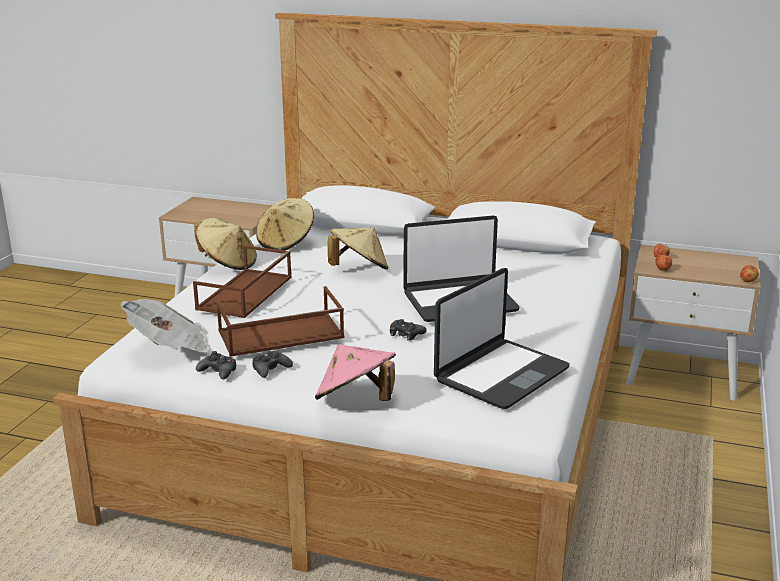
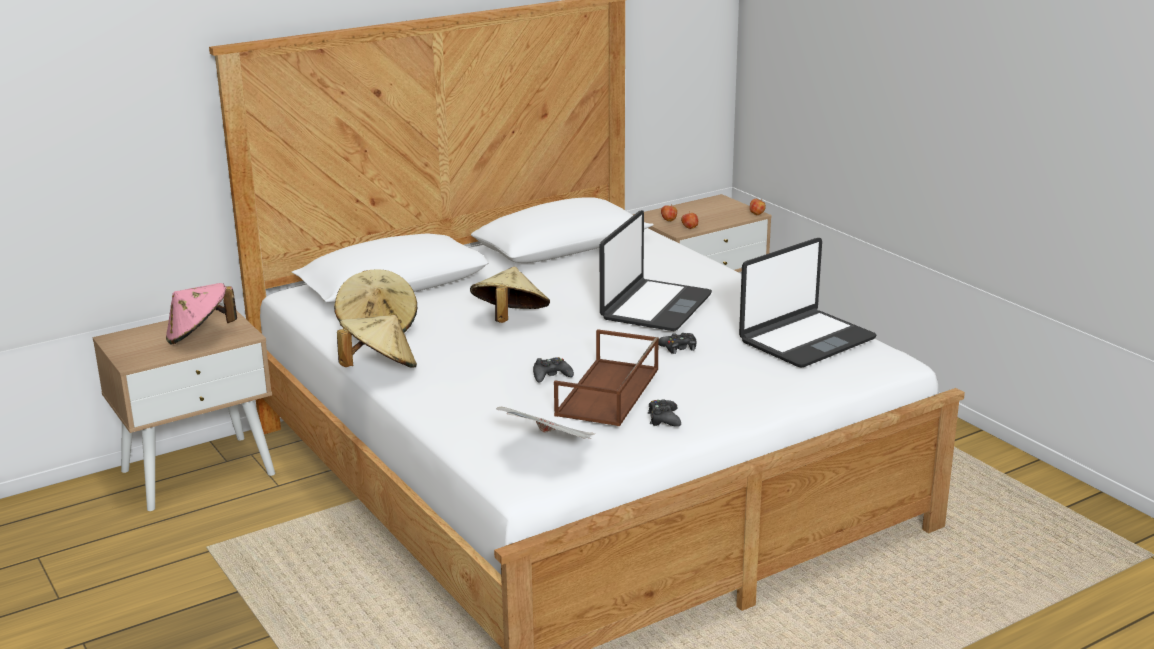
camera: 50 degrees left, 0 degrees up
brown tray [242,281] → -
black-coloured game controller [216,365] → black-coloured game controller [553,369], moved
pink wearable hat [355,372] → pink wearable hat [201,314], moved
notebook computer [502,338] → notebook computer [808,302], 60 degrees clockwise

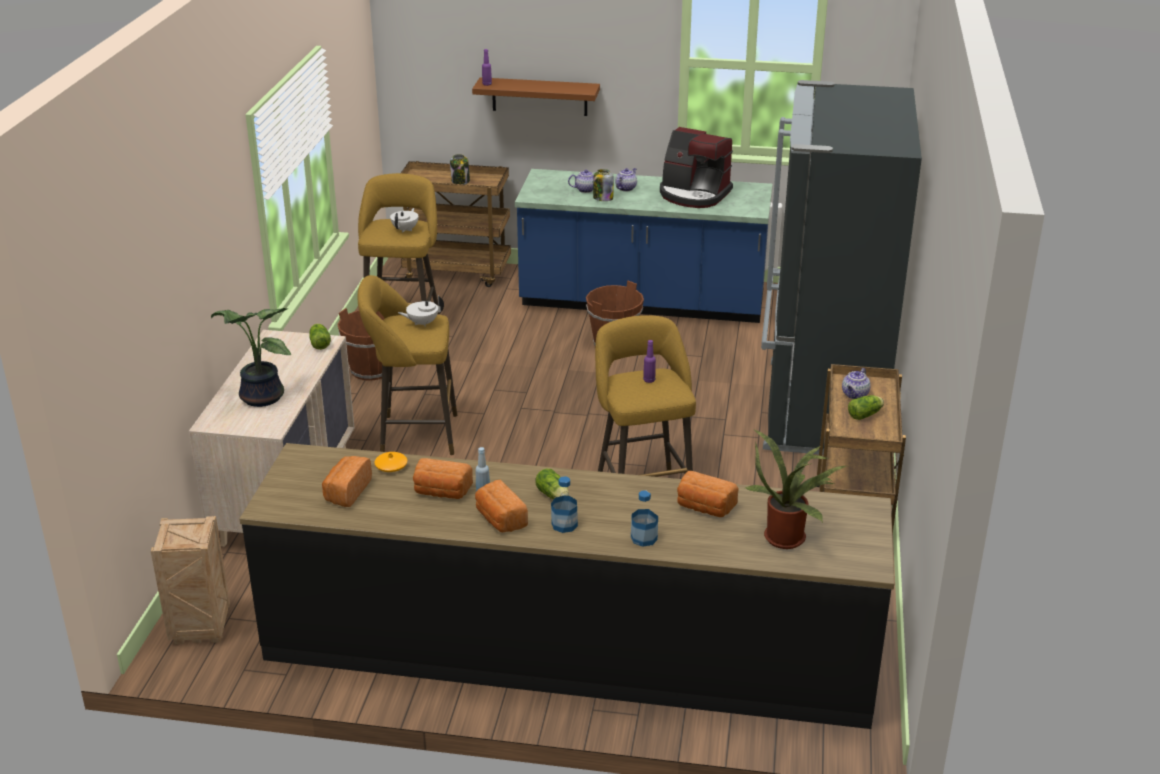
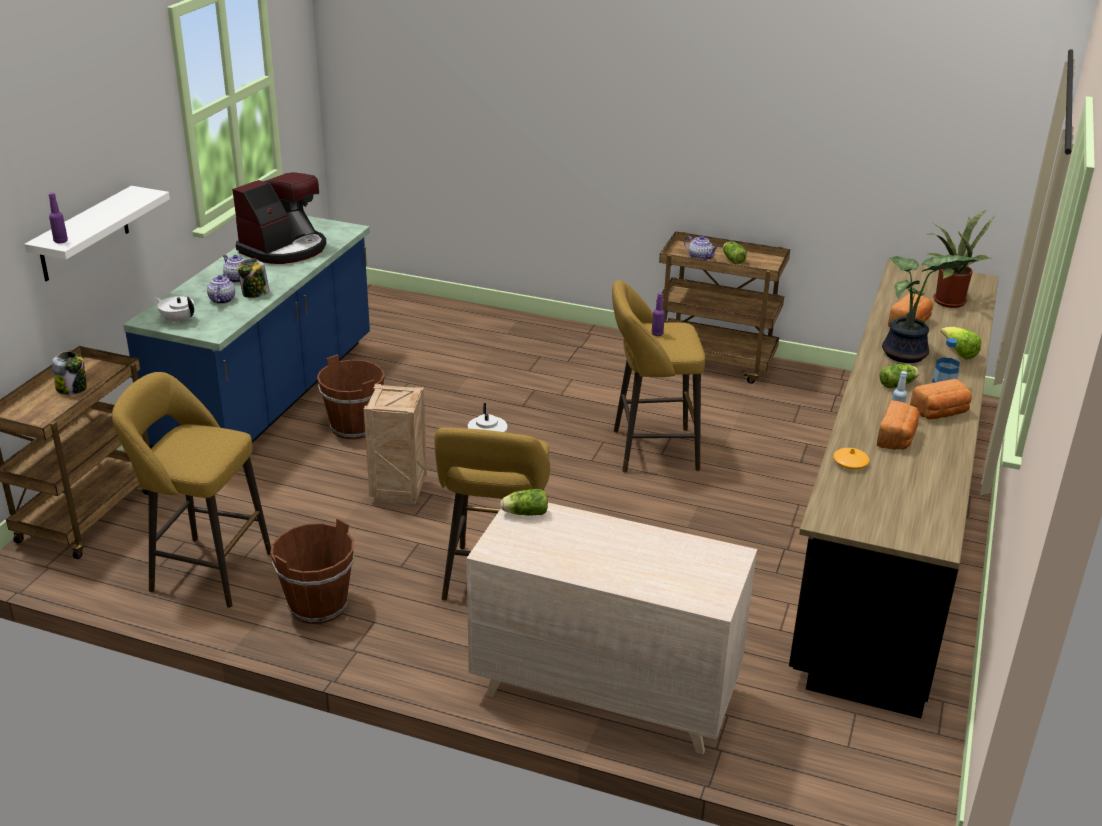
camera: 80 degrees left, 0 degrees up
packing crate [190,580] → packing crate [395,444], moved
potted plant [251,357] → potted plant [931,309], moved
bread [347,481] → -
white-coloured teapot [404,220] → white-coloured teapot [175,310], moved
brown bracket shelf [536,96] → white-coloured bracket shelf [97,233]
beverage bottle [644,519] → lettuce [961,343]
black-coloured refrigerator [841,267] → -

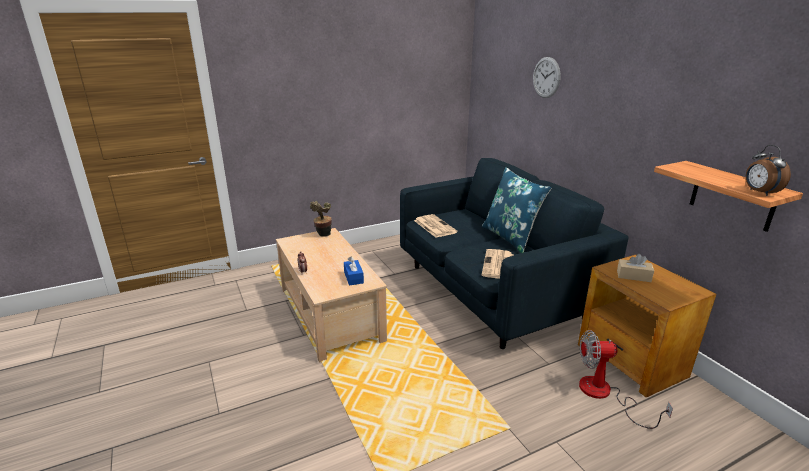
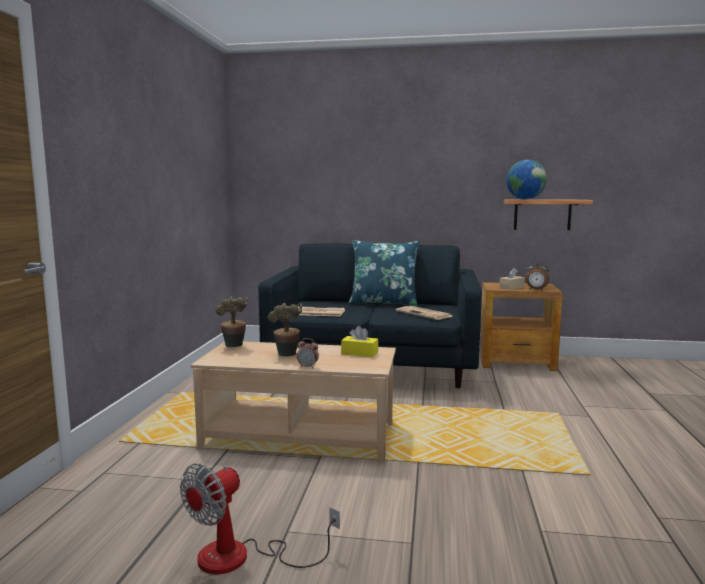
camera: 55 degrees left, 15 degrees down
blue-coloured tissue holder [354,271] → yellow tissue holder [359,341]
hanging clock [547,77] → -
electric fan [626,379] → electric fan [260,518], moved
table clock [768,170] → table clock [538,275], moved
- → potted plant [285,329]
- → globe [526,179]

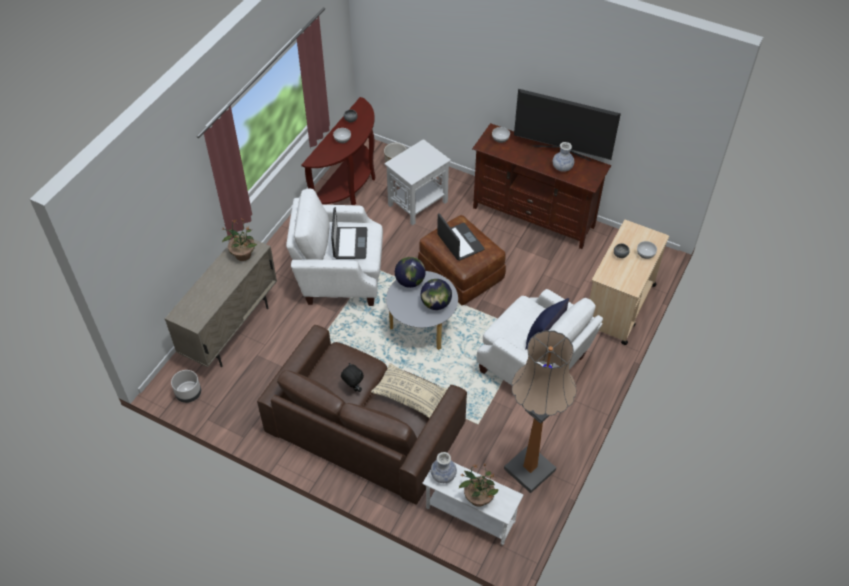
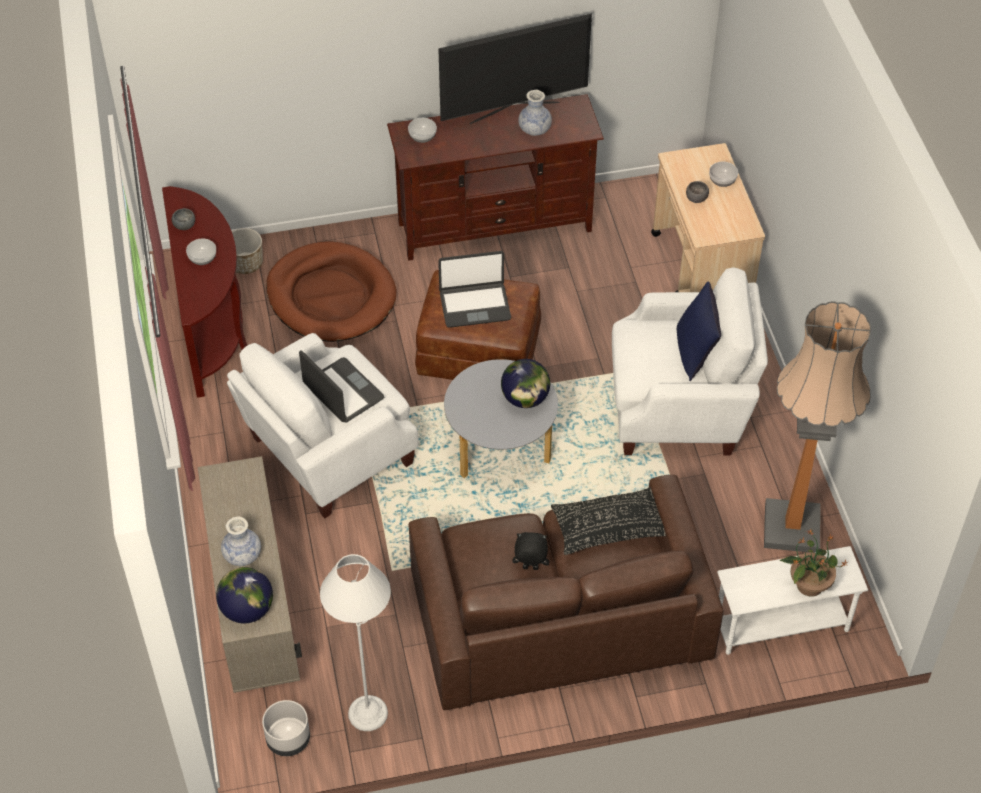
camera: 40 degrees left, 0 degrees up
potted plant [239,240] → -
beige-coloured throw pillow [409,390] → black-coloured throw pillow [608,521]
white-coloured side table [417,182] → brown dog bed [331,291]
globe [410,272] → globe [244,595], moved
vase [444,467] → vase [241,541], moved
notebook computer [460,237] → notebook computer [474,289], 150 degrees clockwise
- → grey standard lamp [355,642]

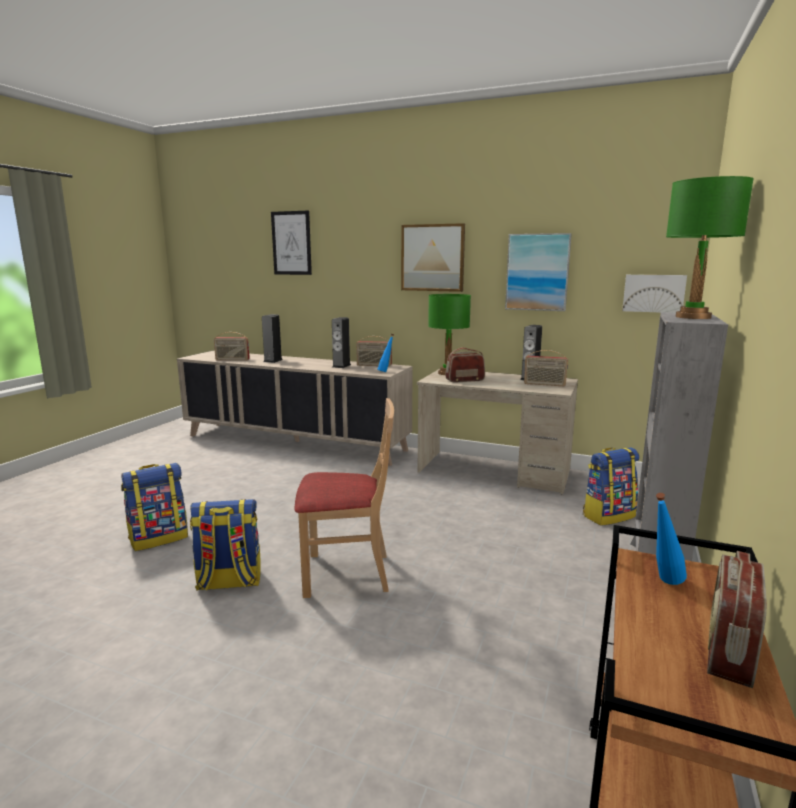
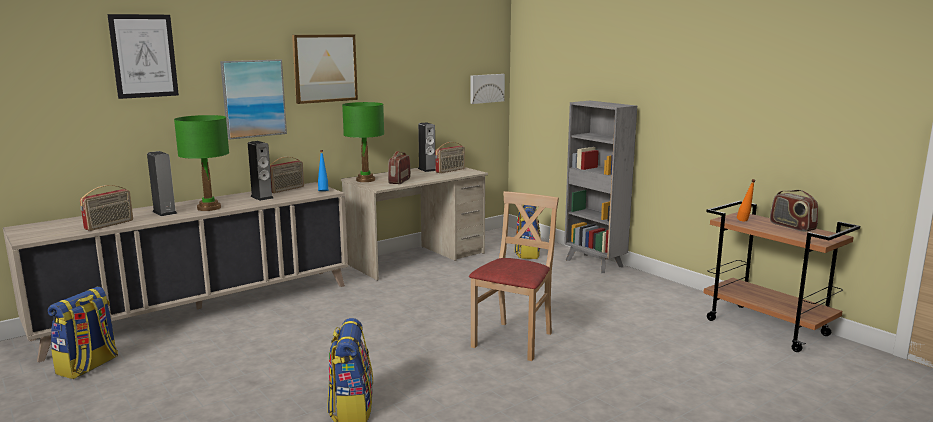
camera: 60 degrees left, 0 degrees up
knapsack [225,545] → knapsack [83,333], moved
picture [538,272] → picture [253,99], moved
blue-coloured beverage bottle [671,539] → orange beverage bottle [746,200]
green tabletop lamp [710,247] → green tabletop lamp [201,163], moved

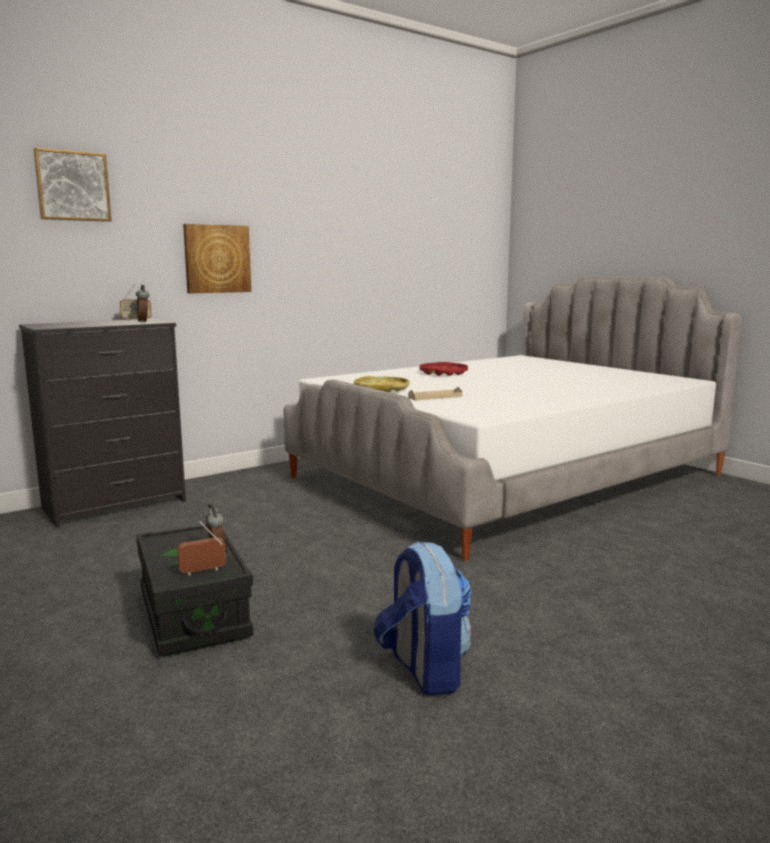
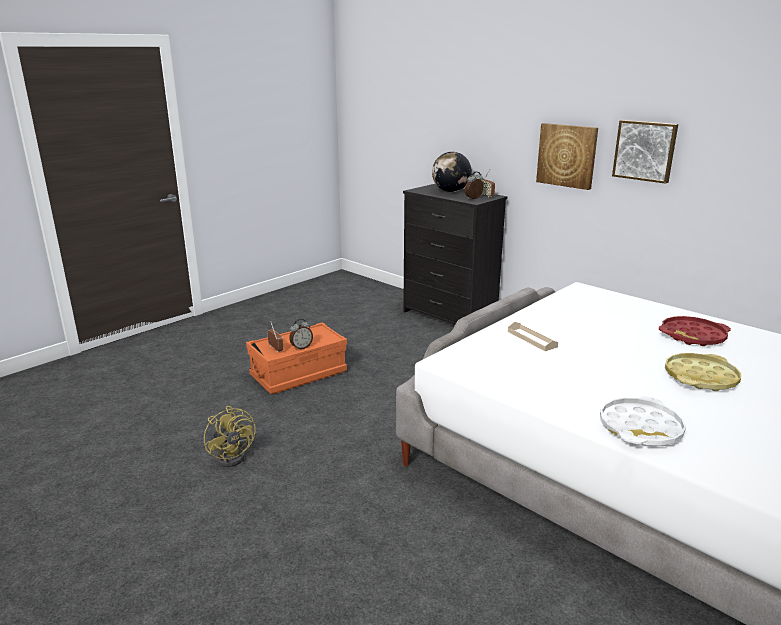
camera: 80 degrees right, 10 degrees up
picture [72,185] → picture [645,152], moved
black-coloured storage container [194,590] → orange storage container [296,358]
yellow tray [382,384] → yellow tray [703,372], moved
knapsack [423,618] → yellow electric fan [230,436]
- → globe [452,172]
- → white-coloured tray [643,421]

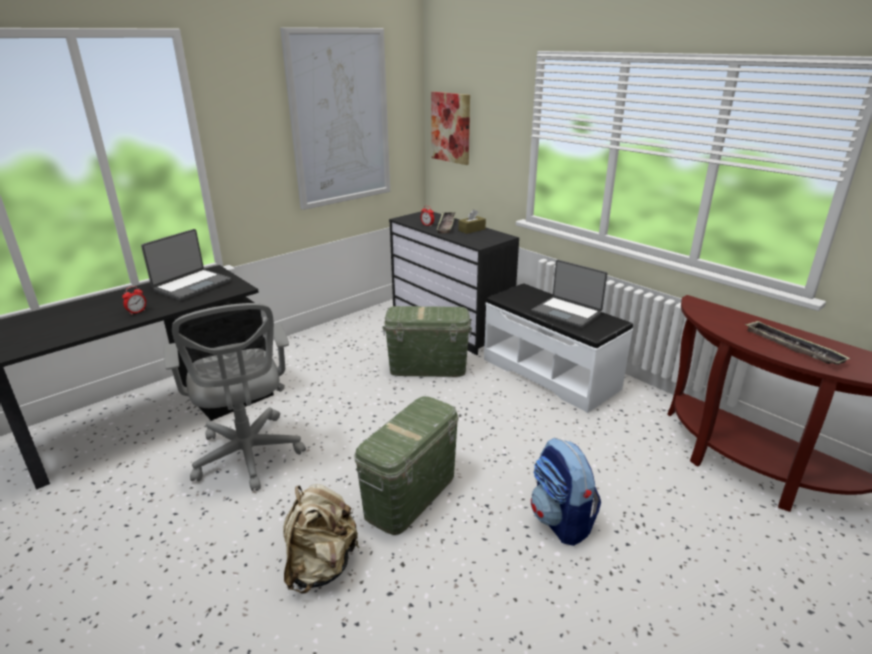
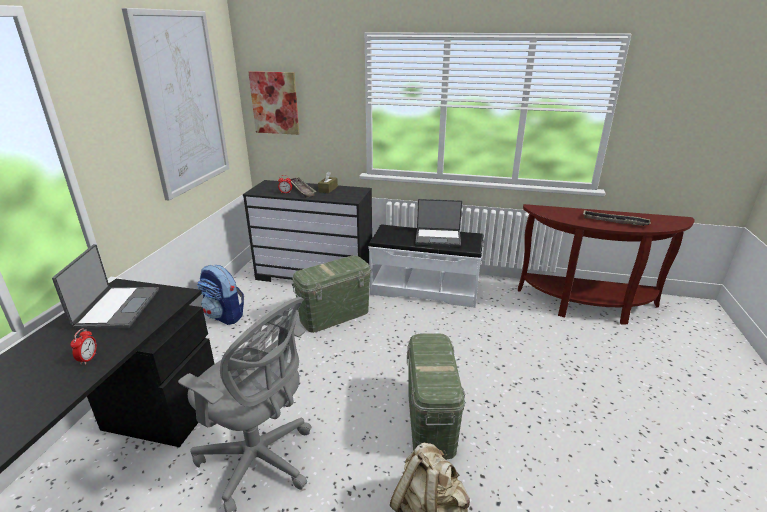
camera: 35 degrees left, 0 degrees up
knapsack [566,492] → knapsack [220,295], moved

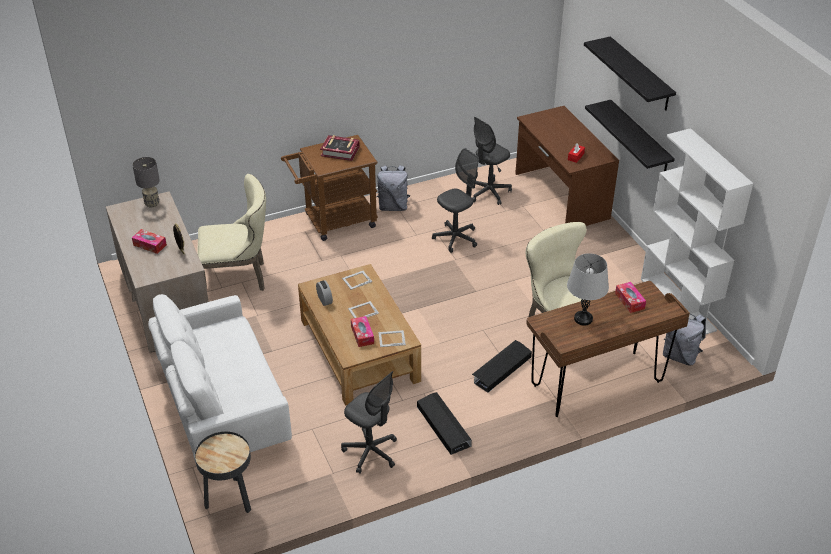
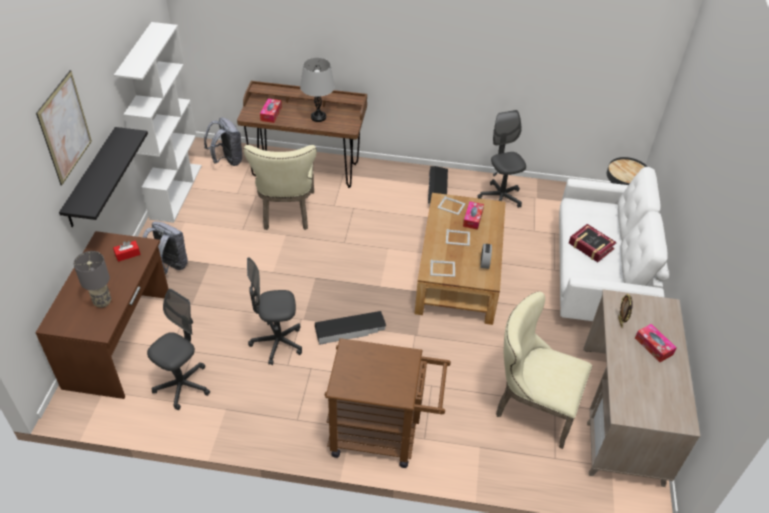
camera: 150 degrees left, 5 degrees up
grey tabletop lamp [146,182] → grey tabletop lamp [92,279], moved
bound book [340,148] → bound book [593,243], moved
grey knapsack [393,188] → grey knapsack [165,248], moved
grey desk chair [492,161] → grey desk chair [178,349], 45 degrees counterclockwise
black-coloured storage container [502,366] → black-coloured storage container [350,328], moved
black-coloured bracket shelf [630,73] → picture [64,127]

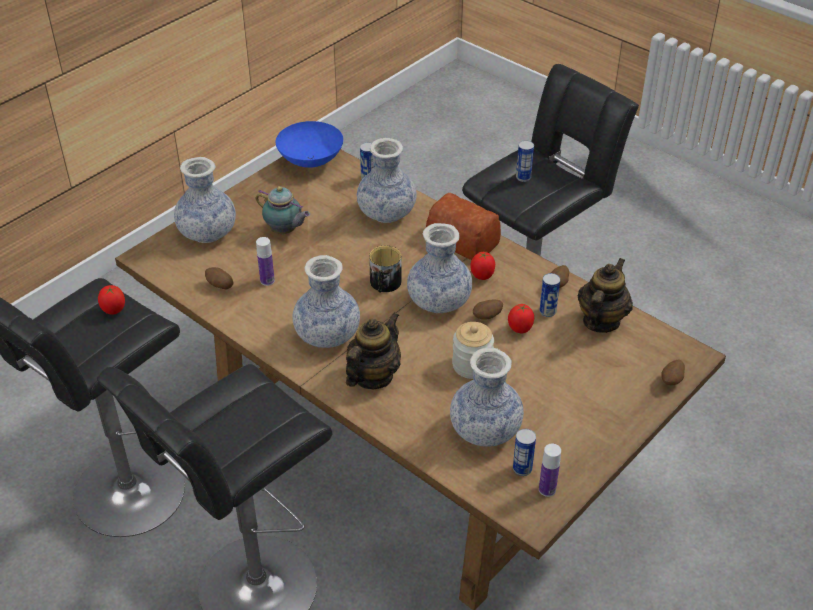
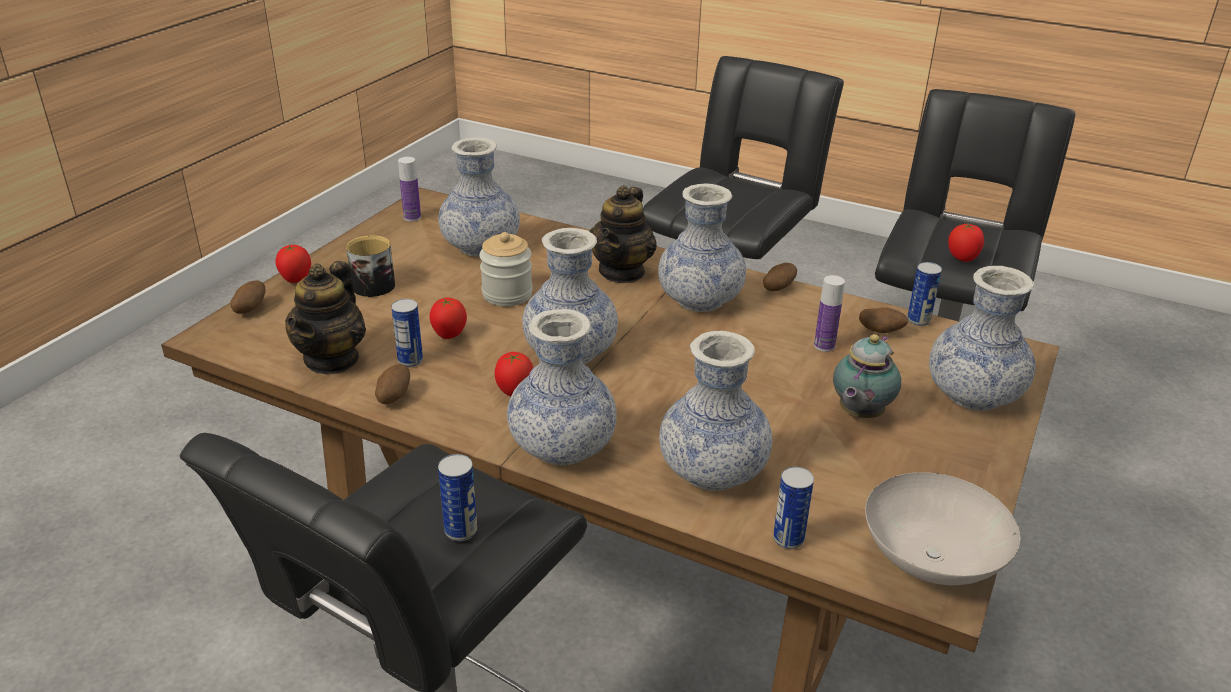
camera: 165 degrees right, 10 degrees down
teapot [283,210] → teapot [867,376], 75 degrees counterclockwise
blue-coloured deep dish [309,144] → white-coloured deep dish [942,528]
mug [385,269] → mug [370,266], moved
bread [463,226] → vase [562,387]
spud [488,310] → spud [780,277], moved
can [524,452] → can [924,294], moved
- → whole tomato [293,264]

